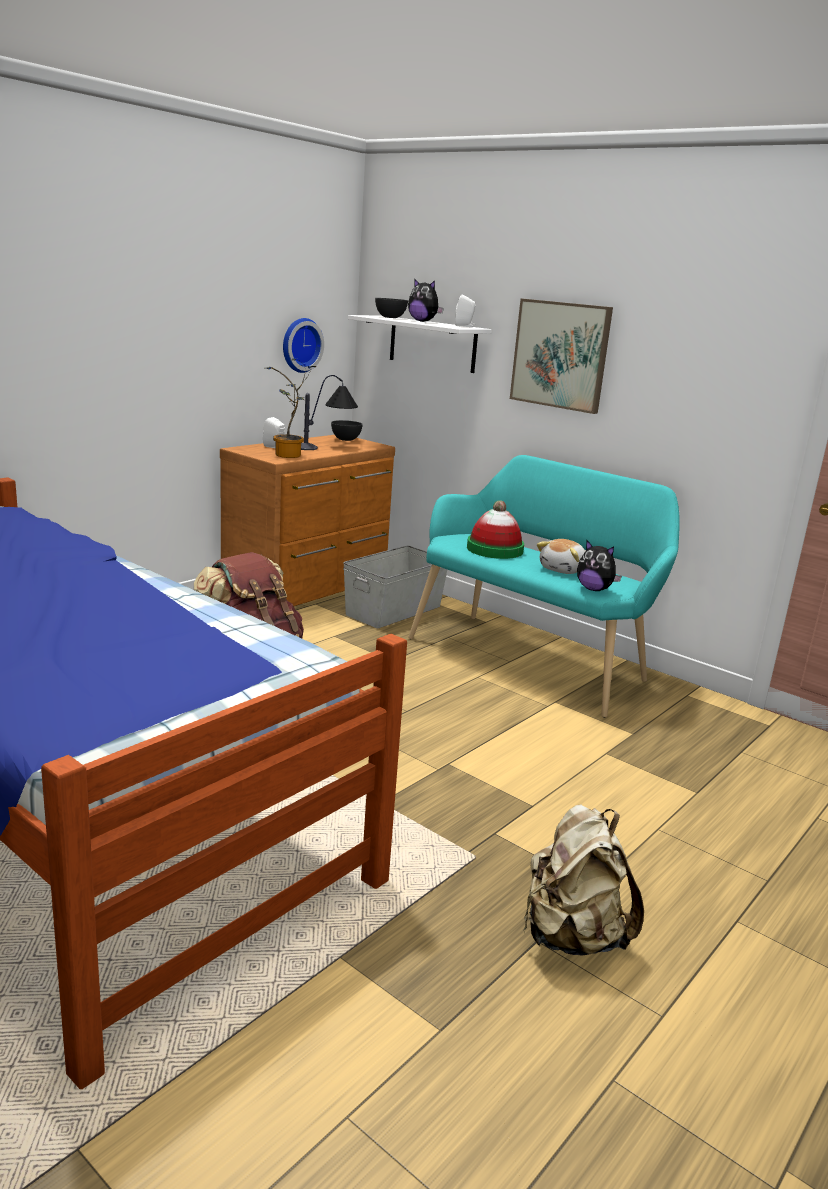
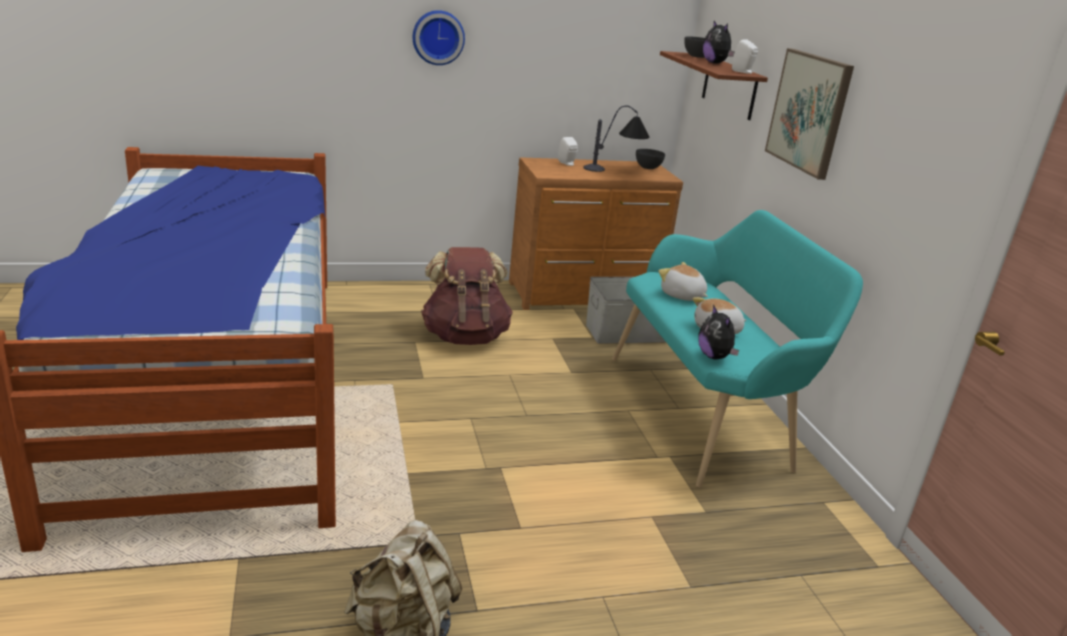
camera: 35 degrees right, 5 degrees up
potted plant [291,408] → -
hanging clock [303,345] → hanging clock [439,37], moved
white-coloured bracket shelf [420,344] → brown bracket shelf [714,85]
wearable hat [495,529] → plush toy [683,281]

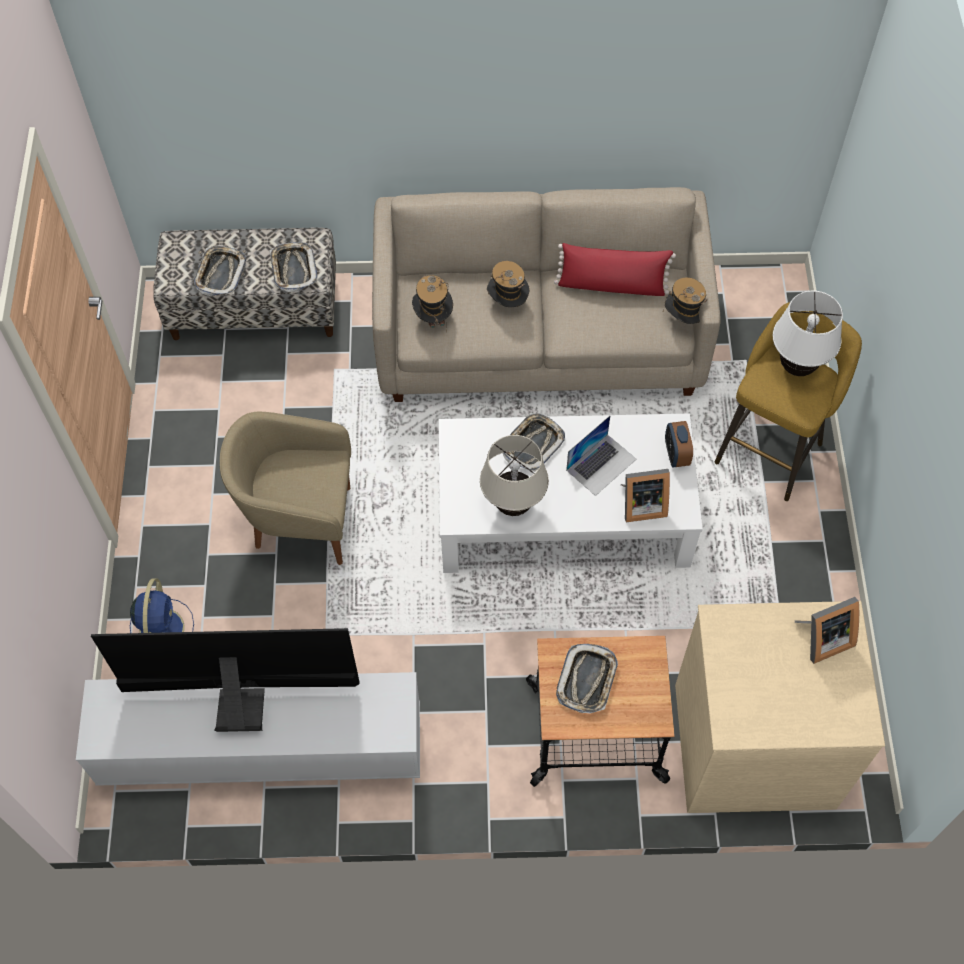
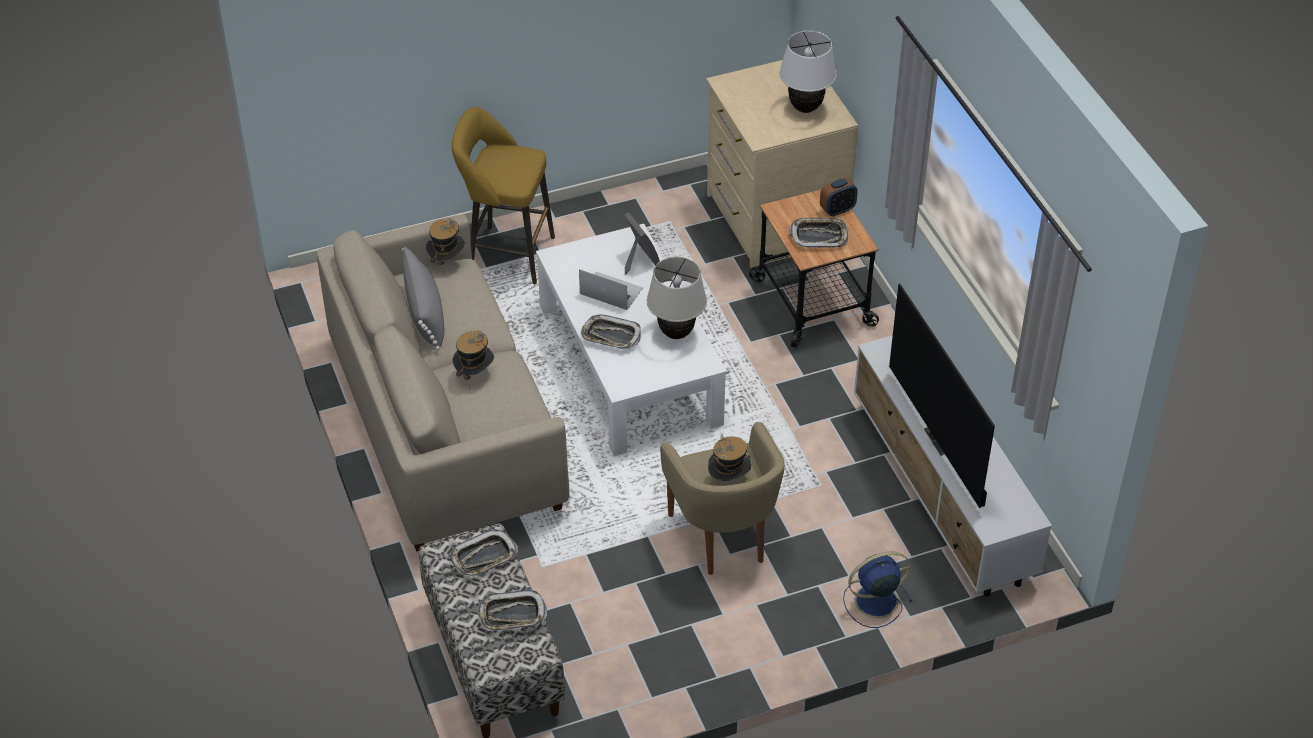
camera: 110 degrees left, 15 degrees down
wearable hat [432,304] → wearable hat [729,458], moved
reddish throw pillow [615,269] → grey throw pillow [423,298]
table clock [679,444] → table clock [839,197], moved
white-coloured tabletop lamp [808,333] → white-coloured tabletop lamp [808,71], moved
standing frame [827,630] → -

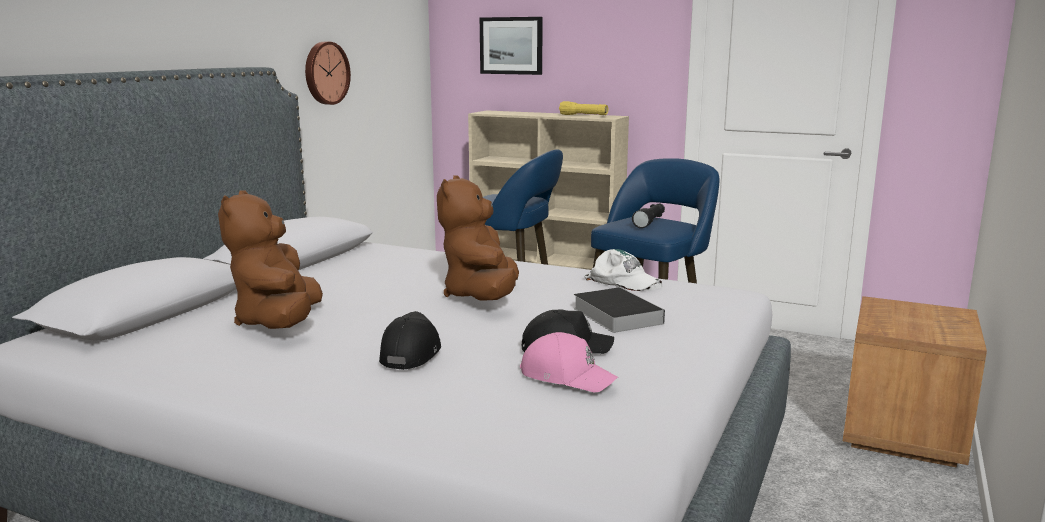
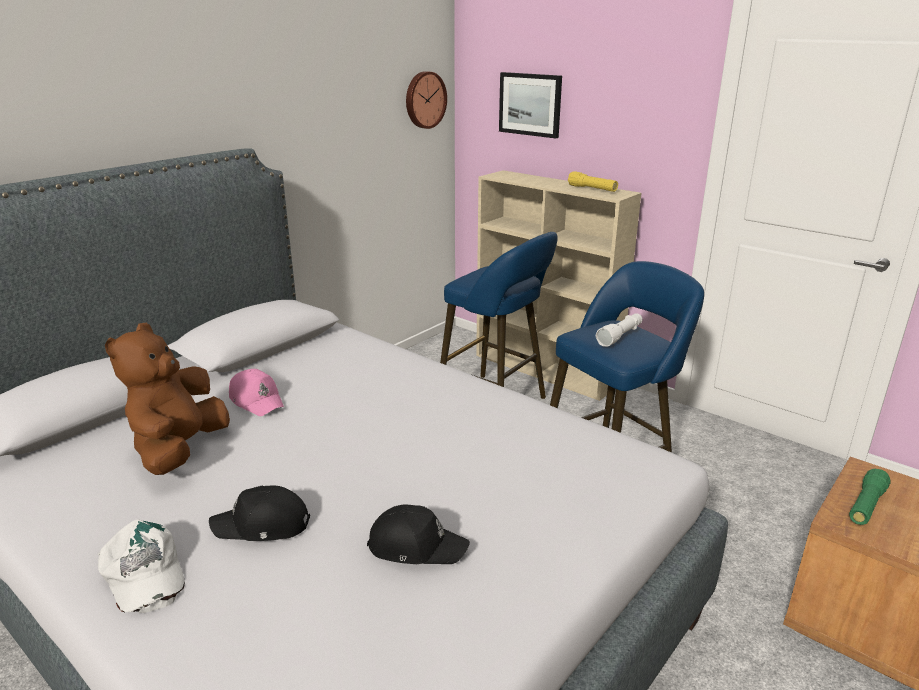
camera: 15 degrees right, 10 degrees up
hanging clock [328,73] → hanging clock [426,100], moved
black-coloured baseball cap [410,340] → black-coloured baseball cap [259,513], 120 degrees counterclockwise
brown plush toy [478,238] → -
pink baseball cap [569,362] → pink baseball cap [256,392], moved
bound book [619,310] → -
white-coloured baseball cap [623,270] → white-coloured baseball cap [141,566], moved
black-coloured torch [648,215] → white-coloured torch [619,330]
- → green torch [870,497]

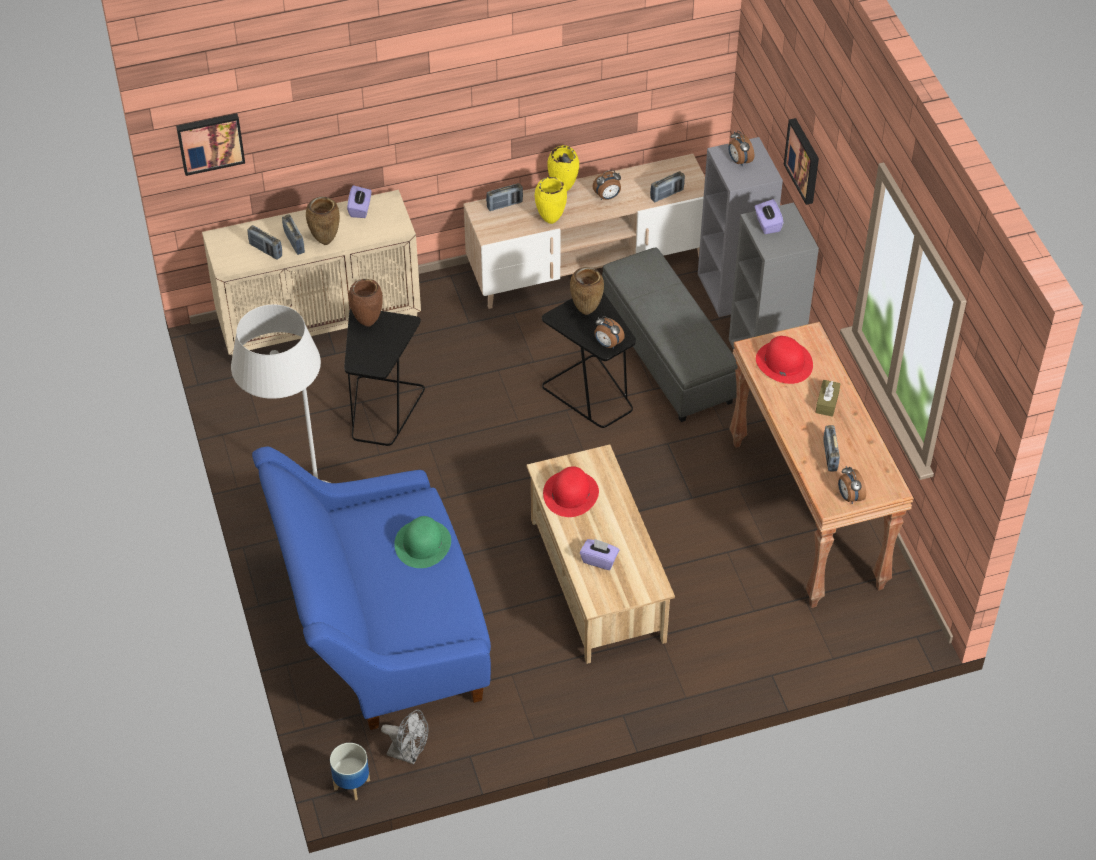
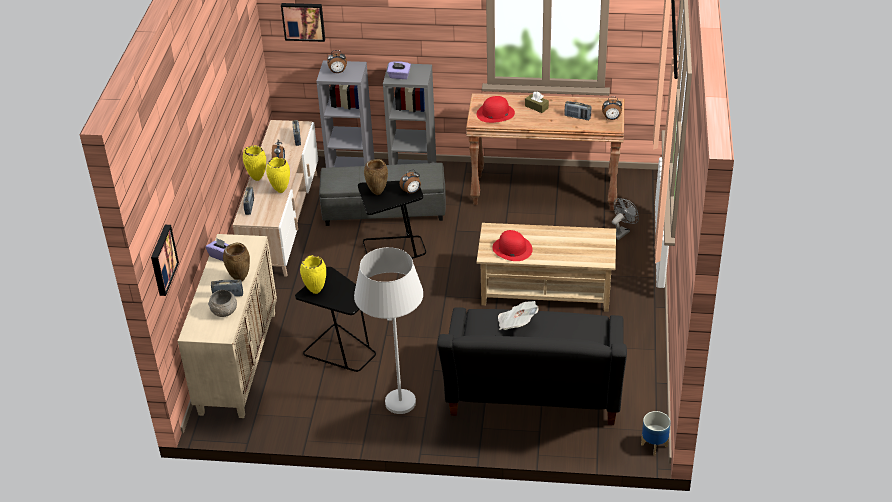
camera: 65 degrees left, 10 degrees down
radio [264,242] → grey deep dish [222,303]
blue-coloured couch [371,588] → black-coloured couch [532,366]
brown vase [365,303] → yellow vase [313,274]
grey electric fan [404,737] → grey electric fan [625,219], moved
green wearable hat [422,542] → newspaper [518,315]
purple-coloured tissue holder [599,554] → -
picture [801,161] → picture [303,22], moved

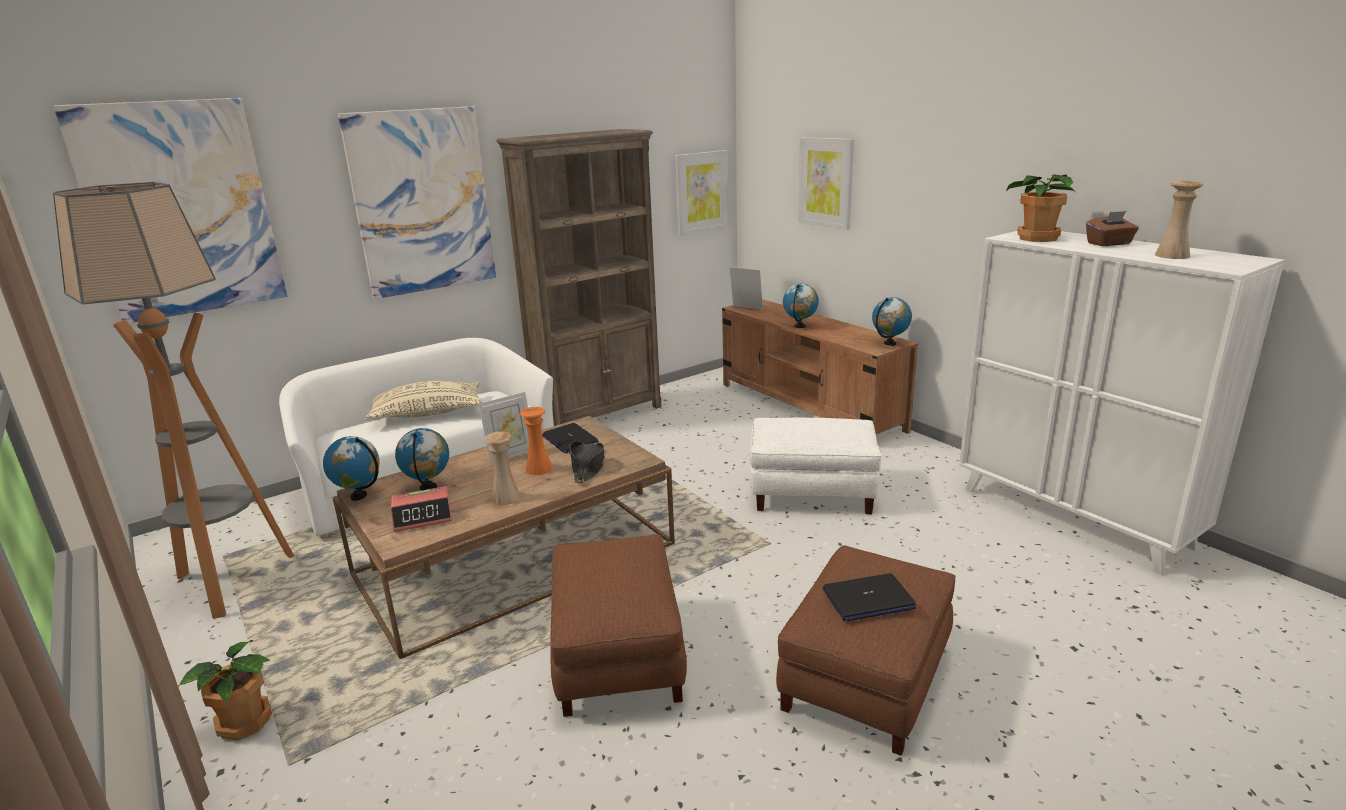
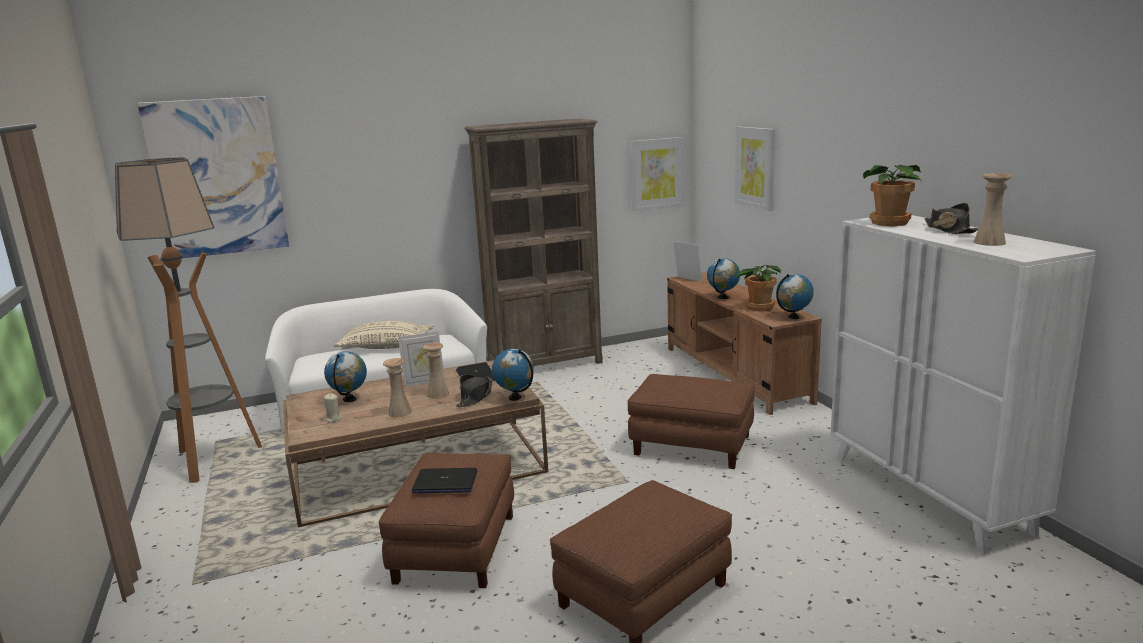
camera: 15 degrees right, 5 degrees down
potted plant [225,690] → potted plant [758,287], moved
globe [351,468] → globe [513,375], moved
picture [417,202] → -
table clock [421,509] → beige-coloured wax candle [333,408]
orange vase [536,441] → beige-coloured vase [436,370]
white-coloured ottoman [816,466] → brown ottoman [691,421]
notebook computer [869,597] → notebook computer [445,480], moved
brown tissue holder [1112,228] → black-coloured wearable hat [952,218]

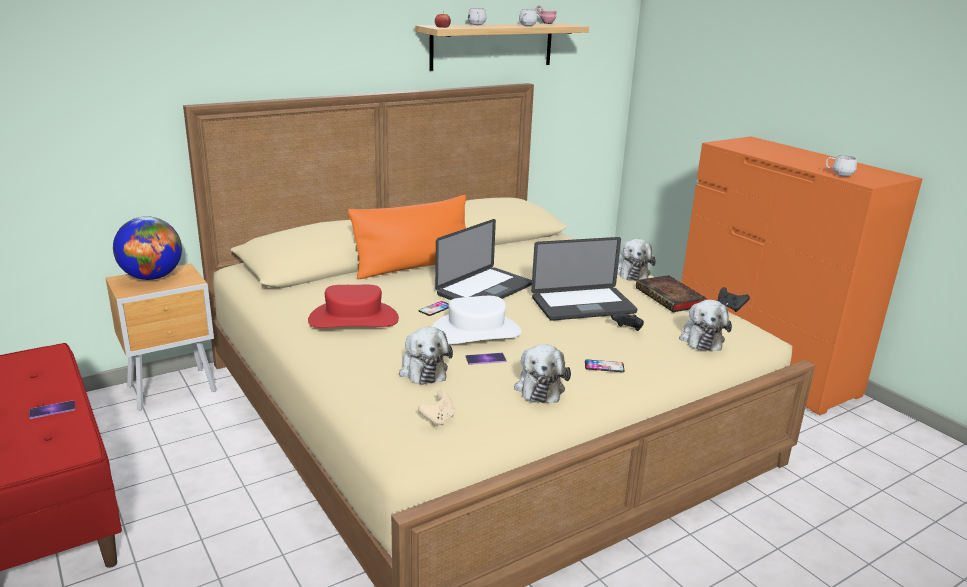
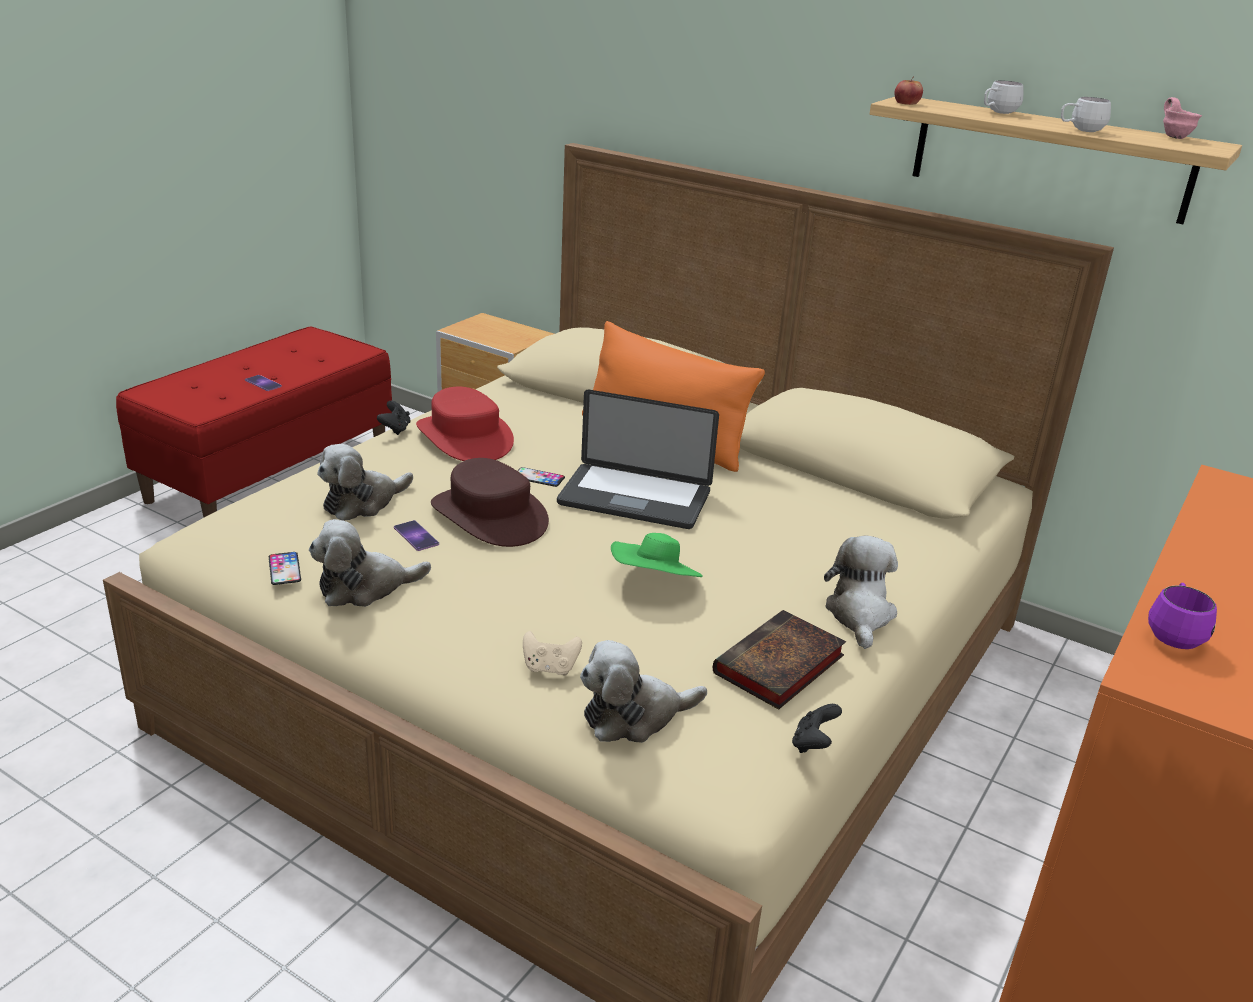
camera: 65 degrees right, 5 degrees up
globe [147,248] → -
beige-coloured game controller [436,408] → beige-coloured game controller [552,653], moved
white-coloured wearable hat [476,320] → brown wearable hat [490,502]
notebook computer [584,279] → green wearable hat [657,555]
phone [604,365] → phone [285,568], moved
black-coloured game controller [627,321] → black-coloured game controller [394,418], moved
plush toy [636,260] → plush toy [861,592], 120 degrees clockwise
white-coloured mug [841,166] → purple-coloured mug [1182,616]

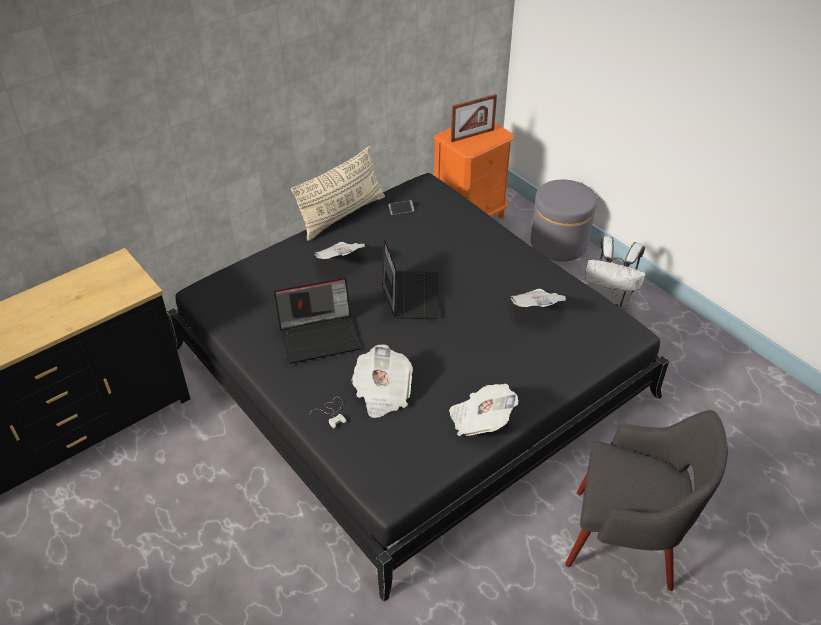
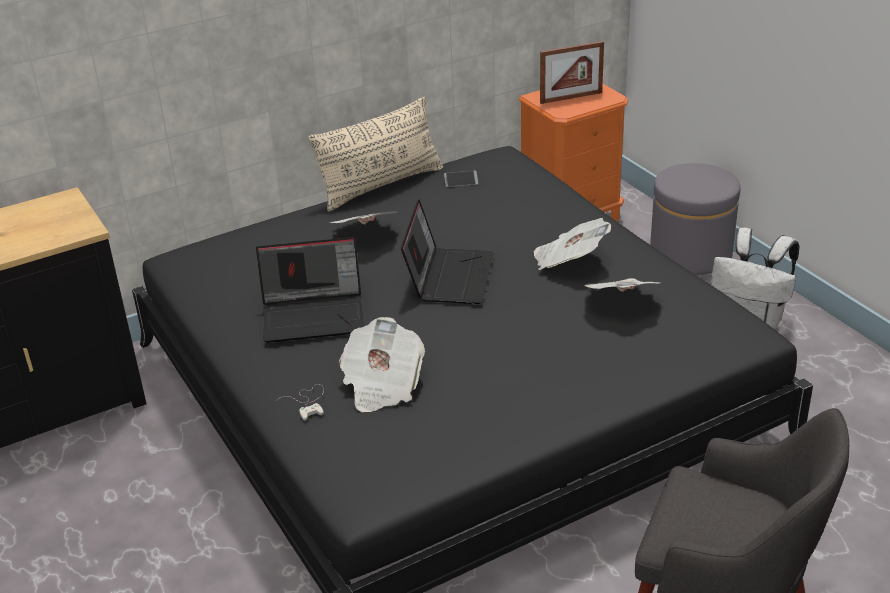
camera: 10 degrees right, 10 degrees down
newspaper [483,410] → newspaper [572,244], moved

